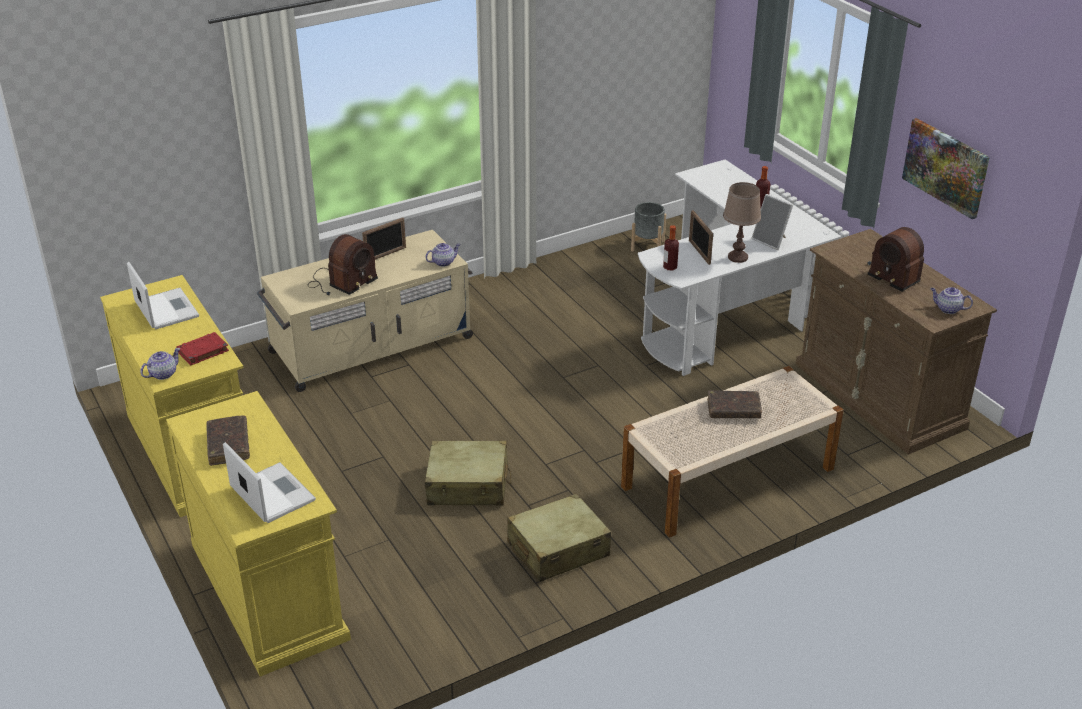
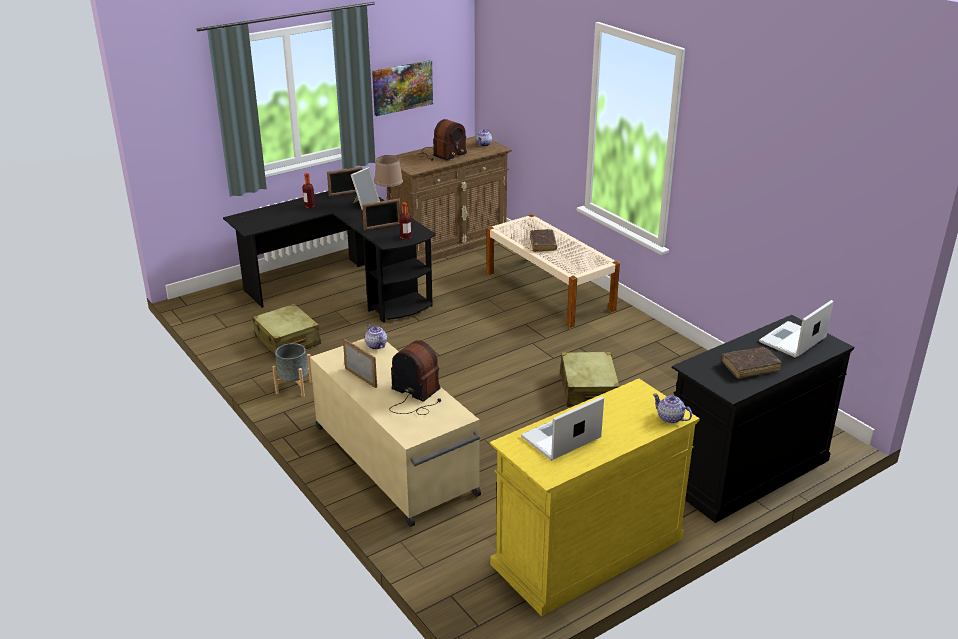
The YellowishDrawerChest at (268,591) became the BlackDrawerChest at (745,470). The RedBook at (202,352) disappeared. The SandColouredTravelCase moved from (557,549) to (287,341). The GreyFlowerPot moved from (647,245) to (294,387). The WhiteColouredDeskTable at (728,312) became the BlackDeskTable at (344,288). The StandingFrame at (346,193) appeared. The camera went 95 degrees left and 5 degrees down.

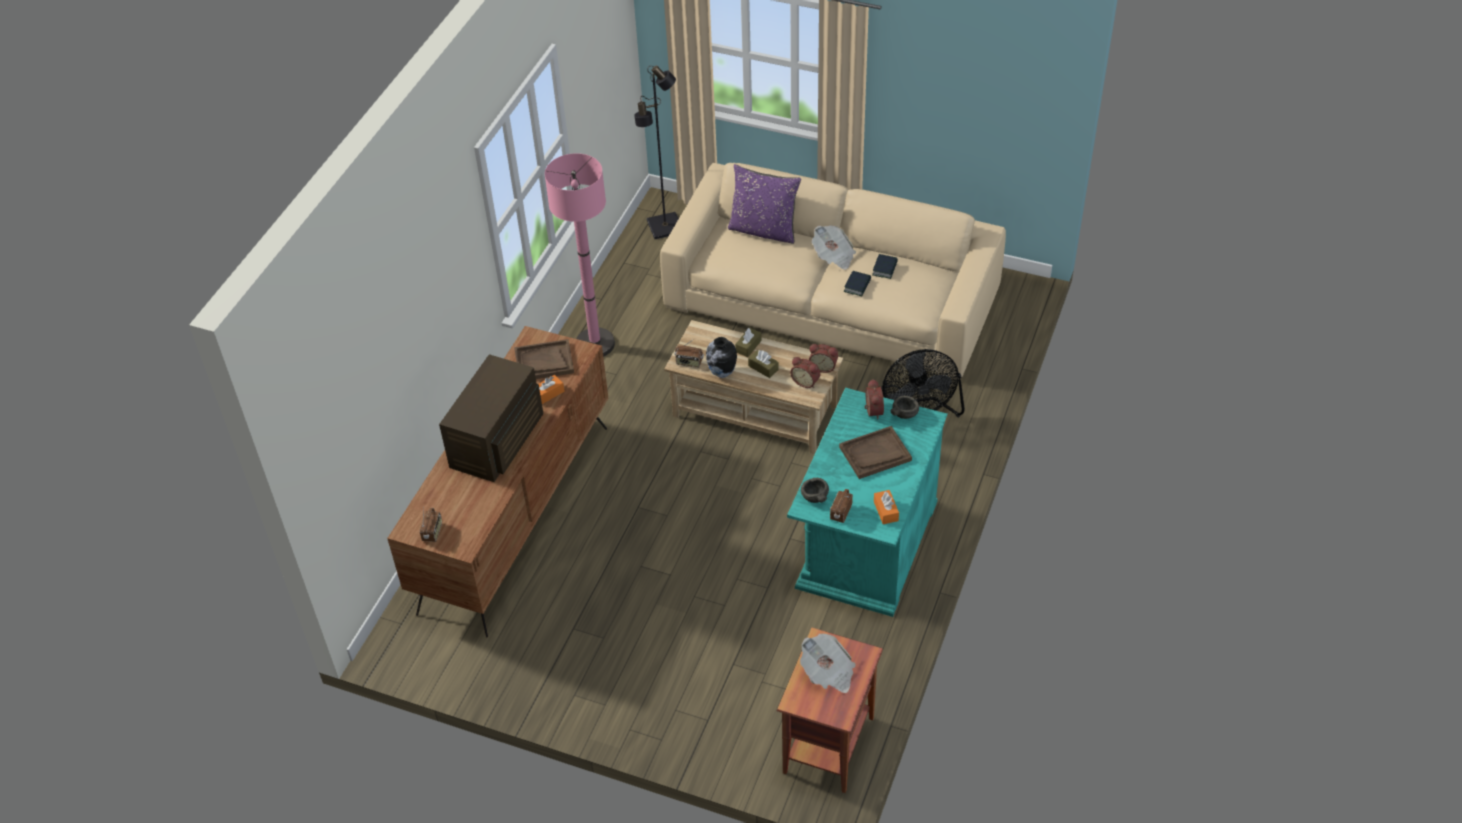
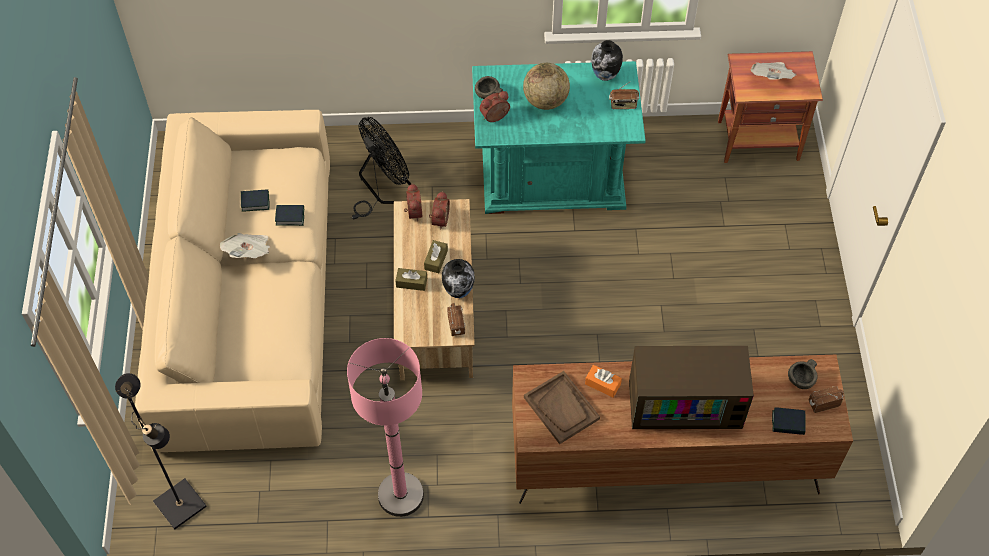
The PurpleCushion at (764,230) disappeared. The GreyBowl moved from (814,497) to (801,380). The BrownCarryingTray at (875,454) was replaced by the WorldGlobe at (545,101). The OrangeBoxOfTissues at (886,511) was replaced by the FlowerVase at (605,76). The Book at (788,423) appeared. The camera went 115 degrees left and 10 degrees up.

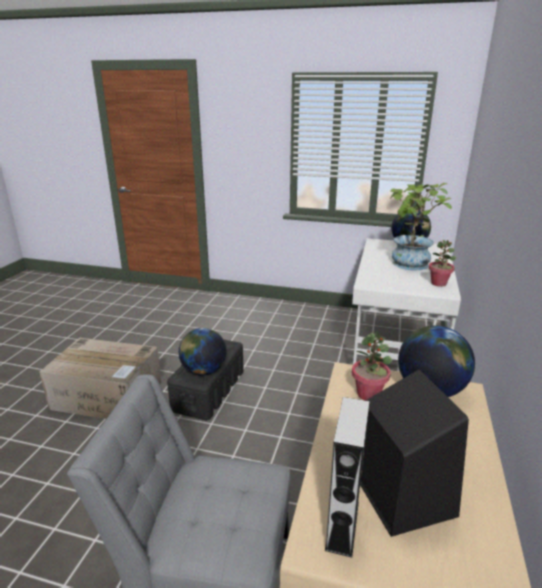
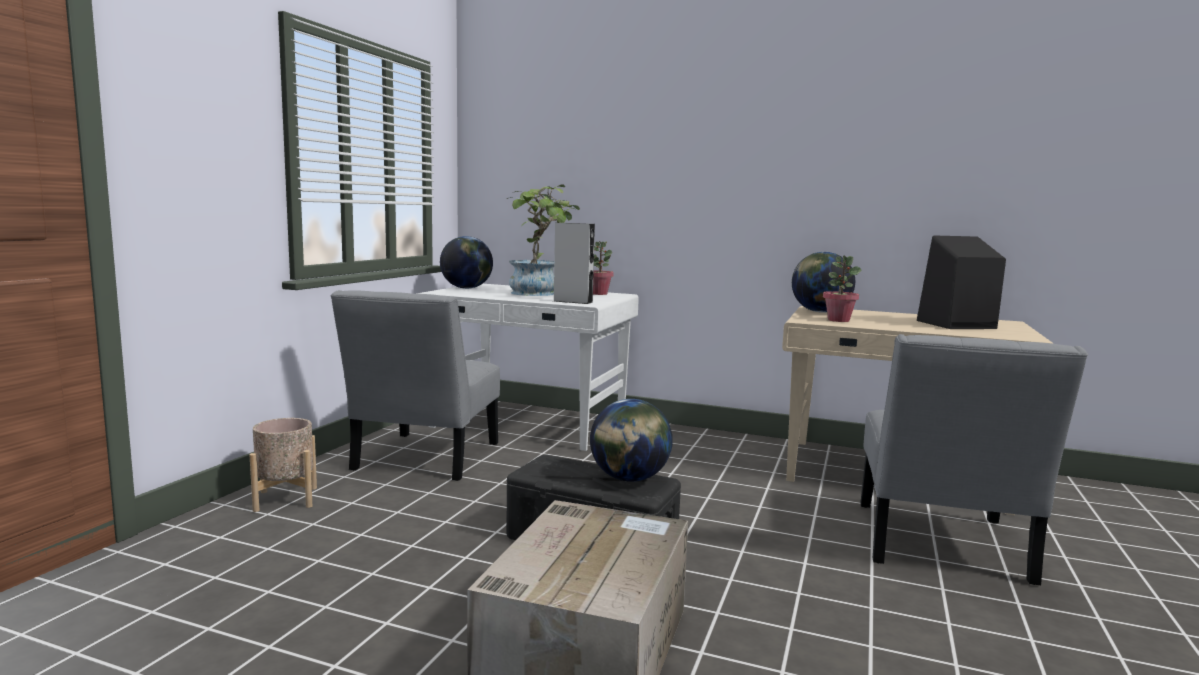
The GreyLoudspeaker moved from (342,525) to (573,301). The SandColouredFlowerPot at (286,499) appeared. The GreyUprightChair at (423,459) appeared. The camera went 85 degrees left and 15 degrees down.

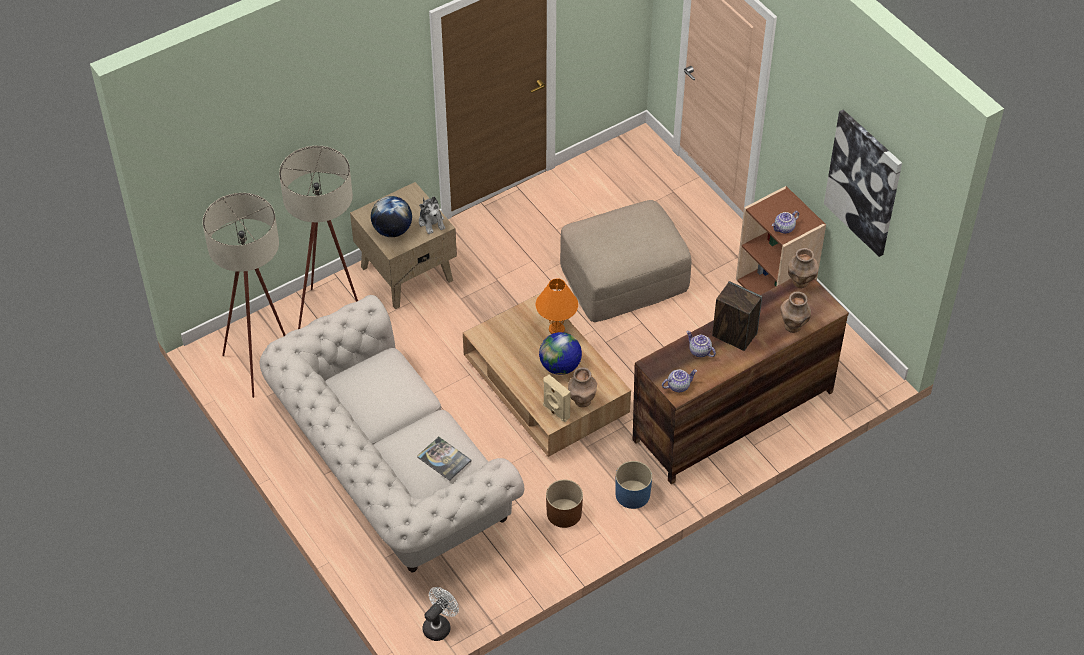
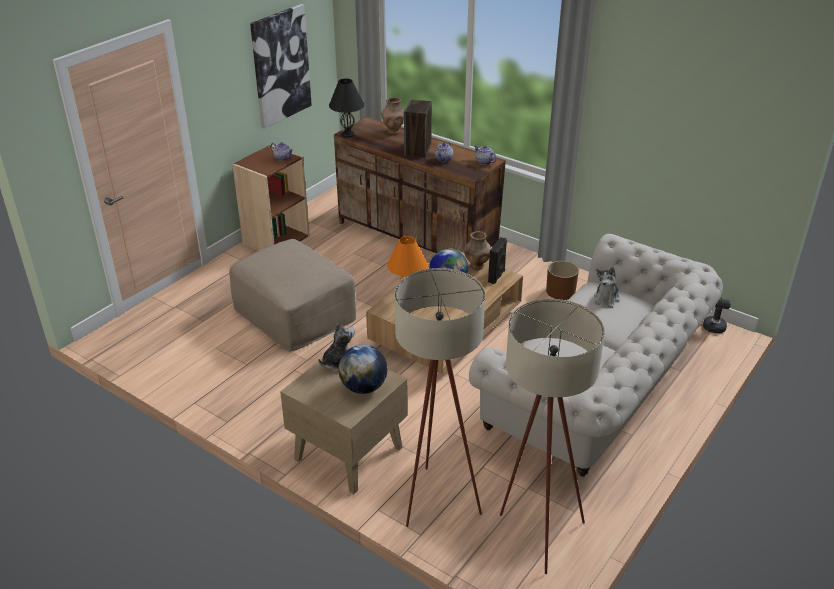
The Book at (444,459) was replaced by the CuddlyToy at (606,298). The SandColouredLoudspeaker at (555,412) became the BlackLoudspeaker at (497,276). The BlueFlowerPot at (633,494) disappeared. The BrownFlowerVase at (800,282) was replaced by the BlackTableLamp at (347,134). The camera went 110 degrees left and 15 degrees down.

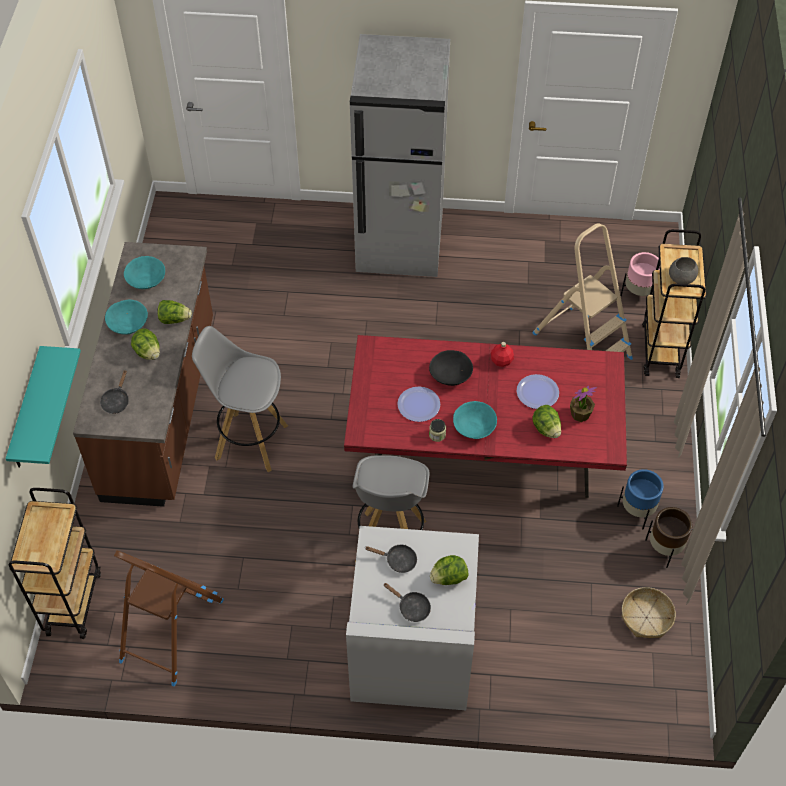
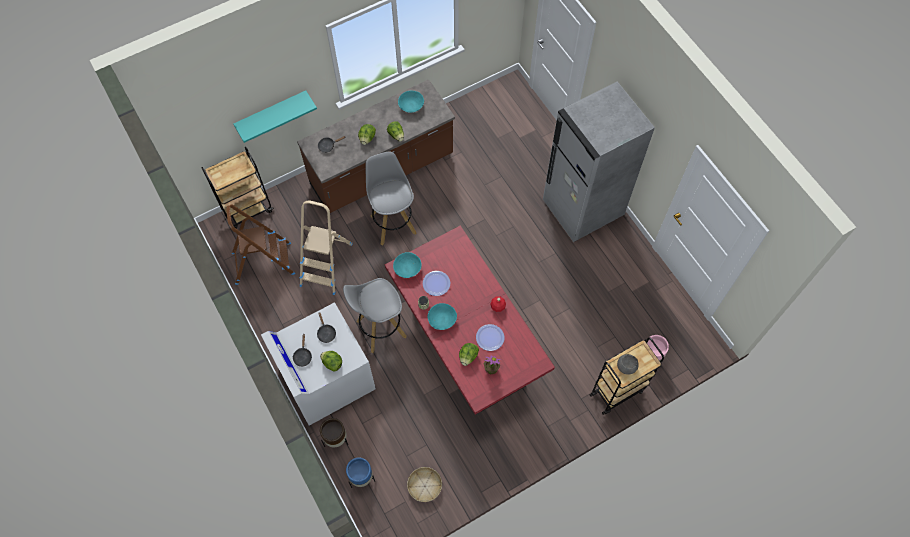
The TurquoiseColouredBowl moved from (128,324) to (407,268). The BlackBowl at (450,375) disappeared. The SandColouredStepladder moved from (582,346) to (326,265). The BlueFlowerPot moved from (637,511) to (361,477). The BrownFlowerPot moved from (664,549) to (335,439). The camera went 55 degrees right and 10 degrees up.

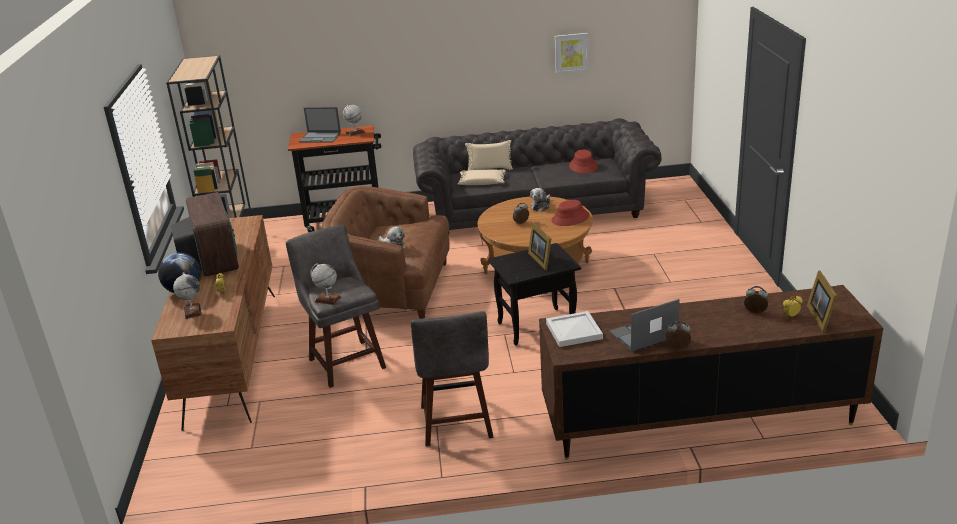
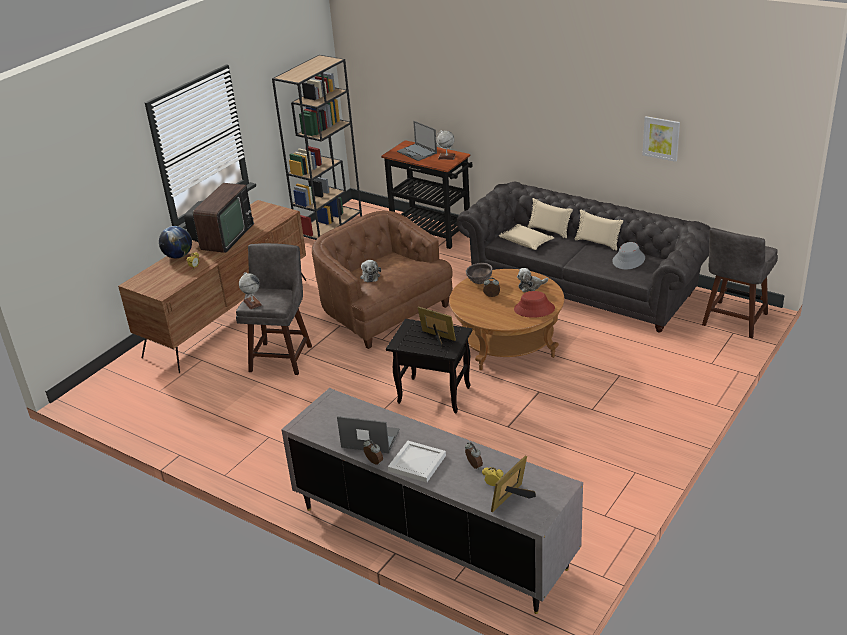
The WorldGlobe at (192,311) disappeared. The GreyStoolSeat moved from (456,424) to (733,320). The StandingFrame at (541,260) turned 105 degrees clockwise. The BrownStorageCabinet at (699,420) became the GreyStorageCabinet at (432,538). The WhiteColouredCarryingTray moved from (573,331) to (416,463). The RedWearableHat at (583,166) became the GreyWearableHat at (628,260). The BrownBowl at (479,282) appeared. The SandColouredCushion at (597,243) appeared. The camera went 40 degrees right and 5 degrees up.

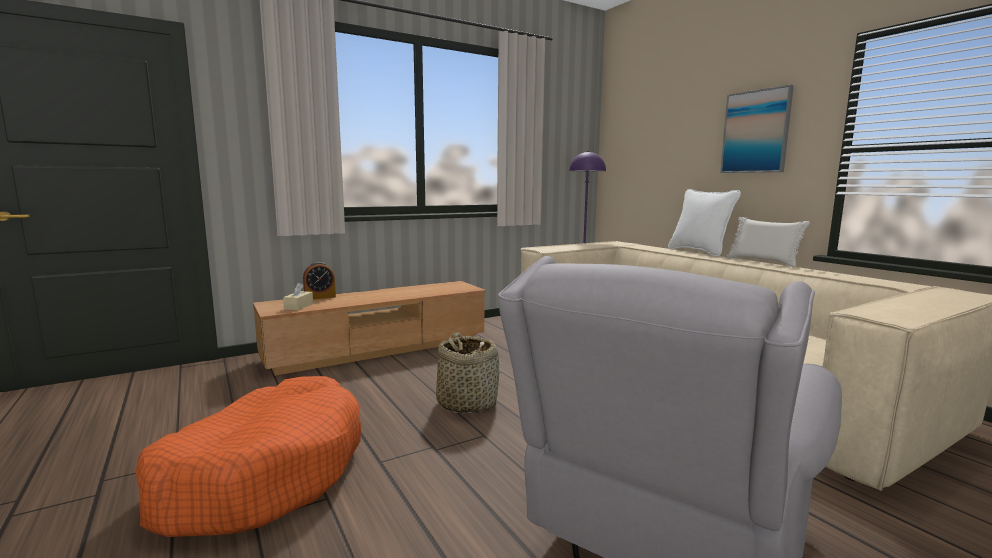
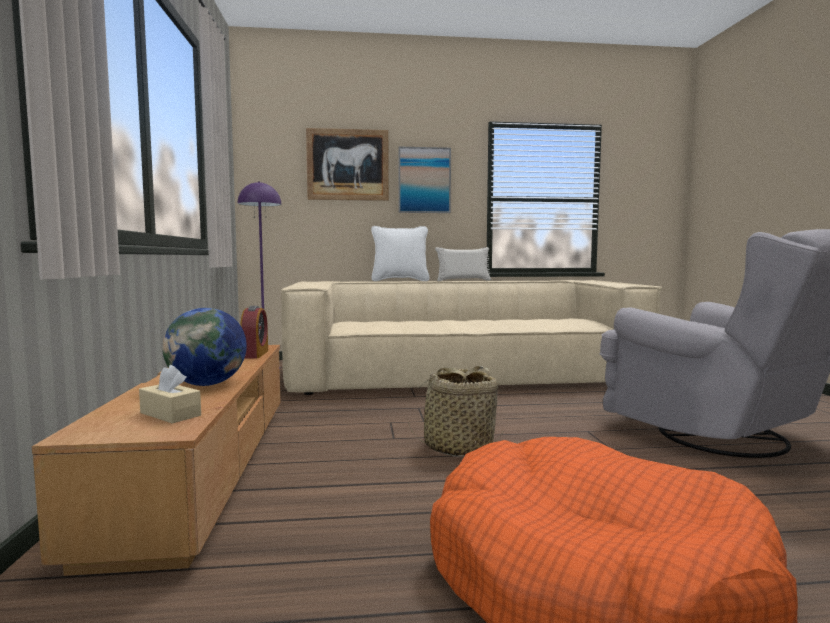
The AlarmClock moved from (320,297) to (255,354). The WorldGlobe at (207,384) appeared. The WallPicture at (347,165) appeared. The camera went 65 degrees left and 5 degrees down.

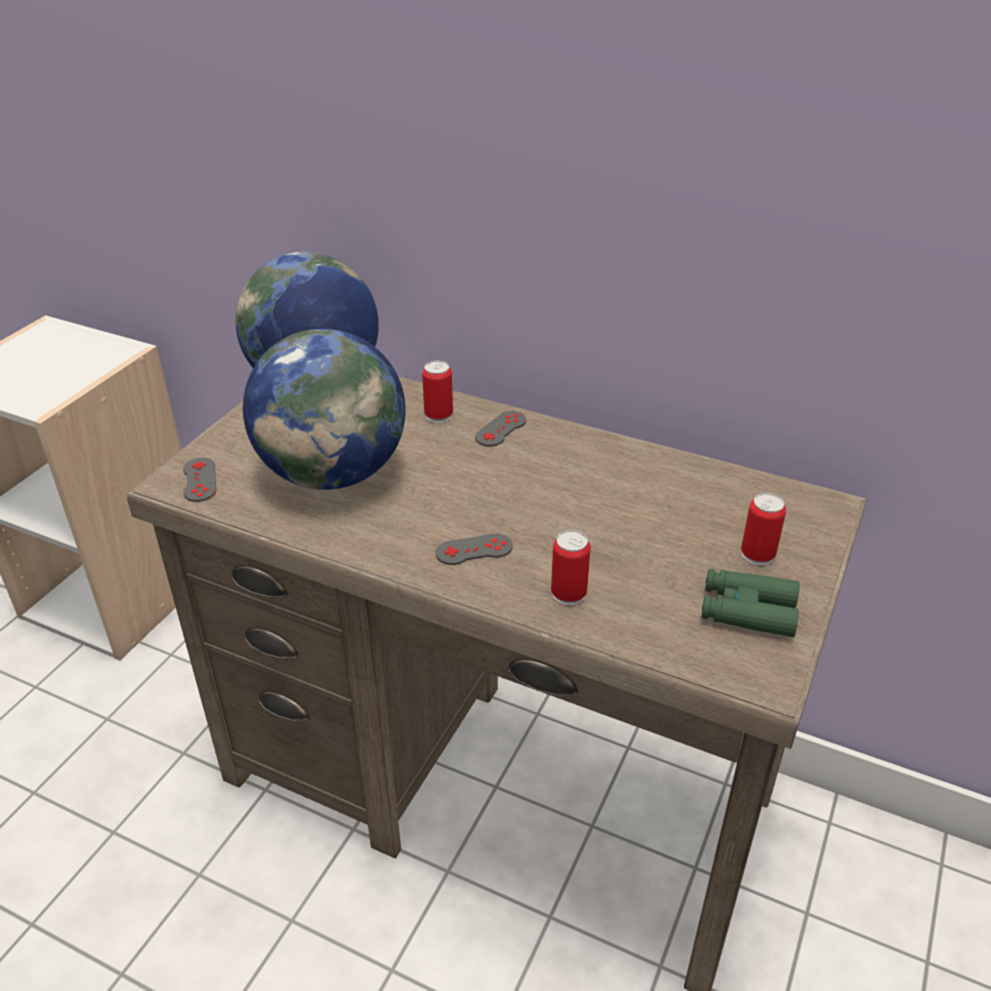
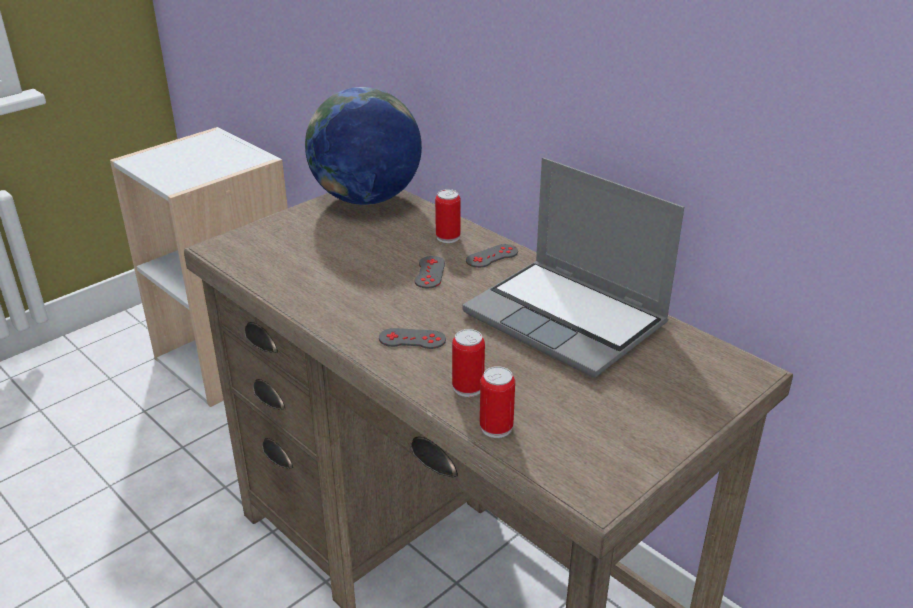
The GreyGamepad moved from (199,480) to (429,272). The WorldGlobe at (333,473) disappeared. The GreenishFieldGlasses at (747,611) disappeared. The SealedCan moved from (757,554) to (496,427). The PortableComputer at (568,319) appeared. The camera went 20 degrees right and 5 degrees down.

